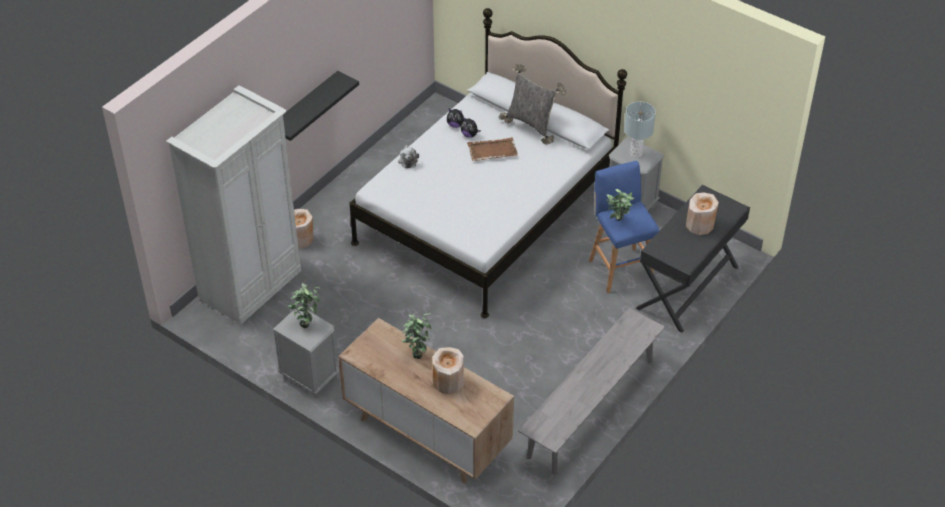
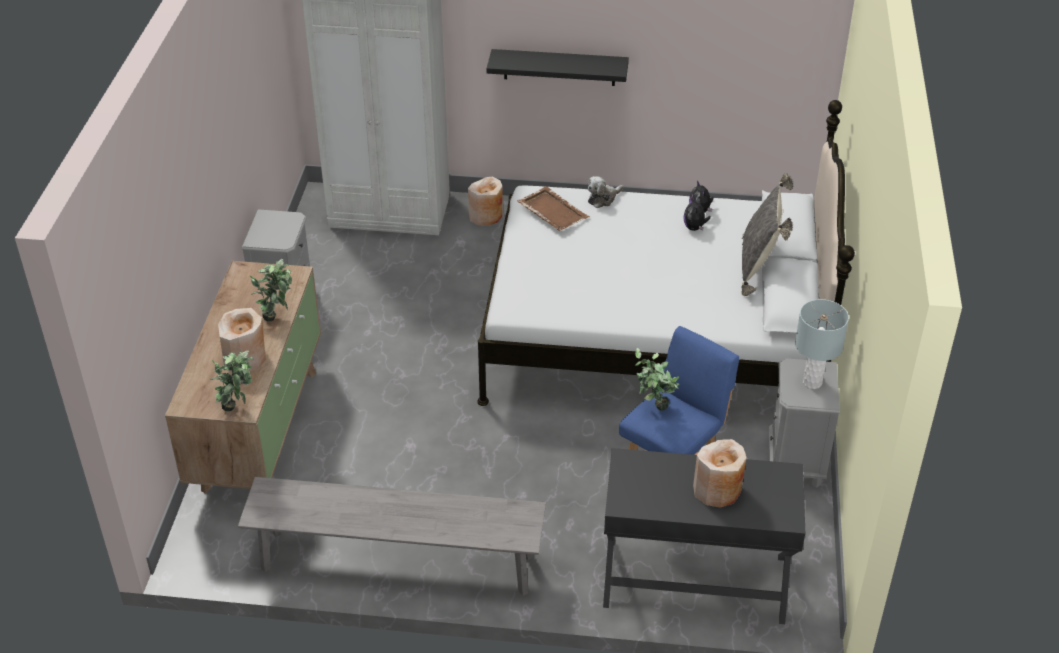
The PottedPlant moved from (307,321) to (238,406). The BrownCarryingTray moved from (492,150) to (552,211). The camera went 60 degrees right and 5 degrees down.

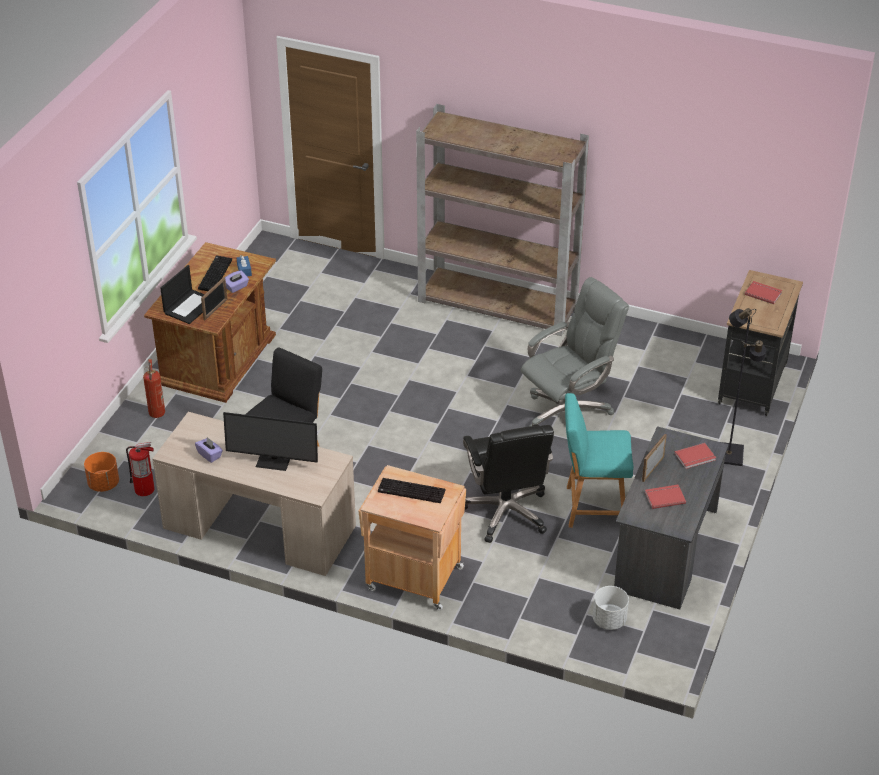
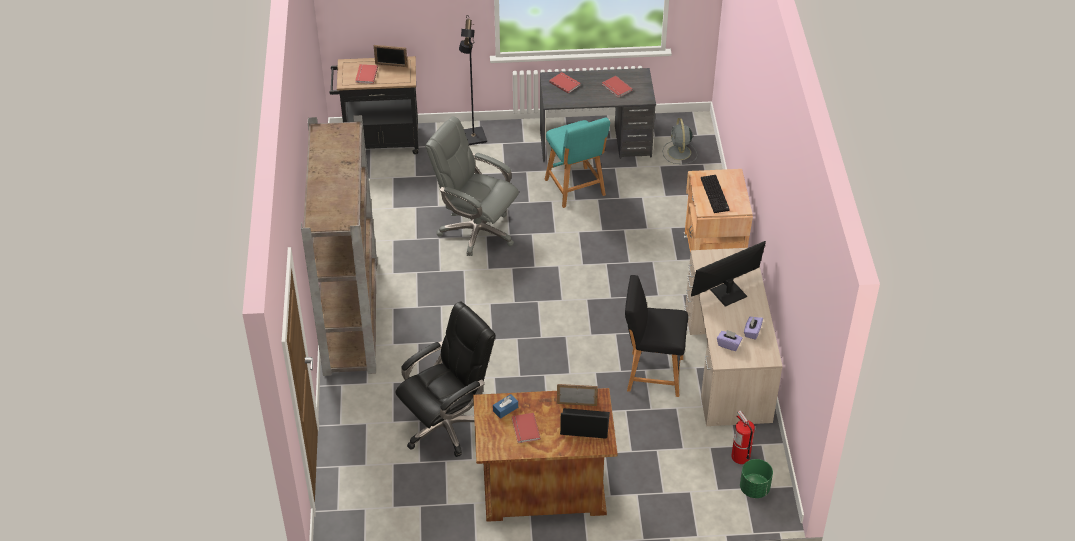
The OrangeFlowerPot at (104,484) became the GreenishFlowerPot at (754,488). The FireFightingCylinder at (157,415) disappeared. The Keyboard at (214,274) was replaced by the RedBook at (524,429). The ComputerDisplay at (274,459) turned 105 degrees counterclockwise. The PurpleBoxOfTissues moved from (236,287) to (728,344). The BlackDeskChair moved from (506,511) to (447,425). The WhiteColouredFlowerPot at (609,620) was replaced by the GreyCoolingFan at (679,153). The StandingFrame moved from (652,469) to (391,65). The camera went 115 degrees left and 5 degrees up.

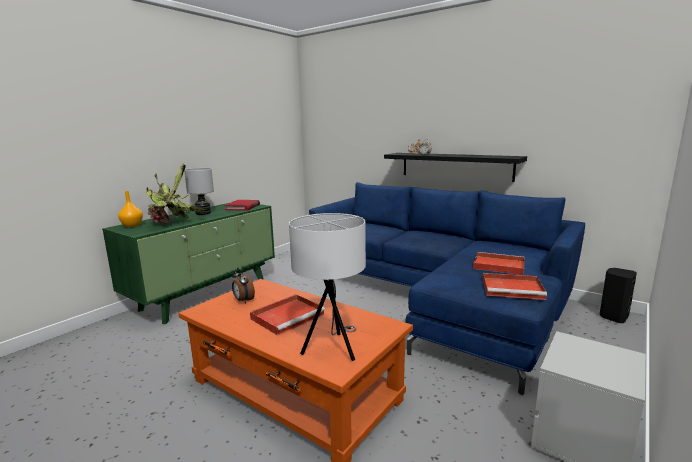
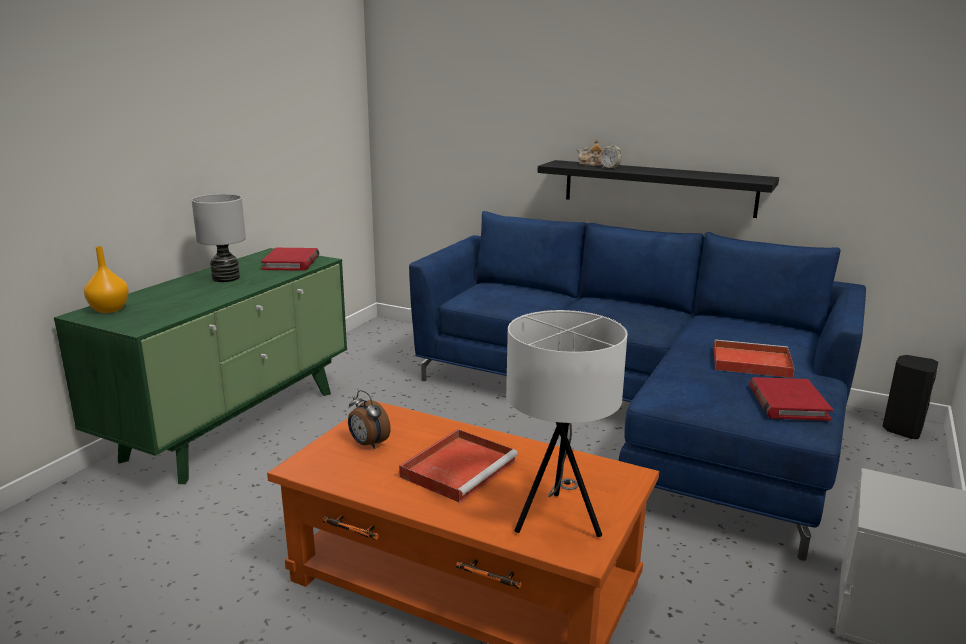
The PottedPlant at (173,223) disappeared. The RedCarryingTray at (513,288) was replaced by the RedBook at (787,403). The camera went 10 degrees left and 5 degrees up.

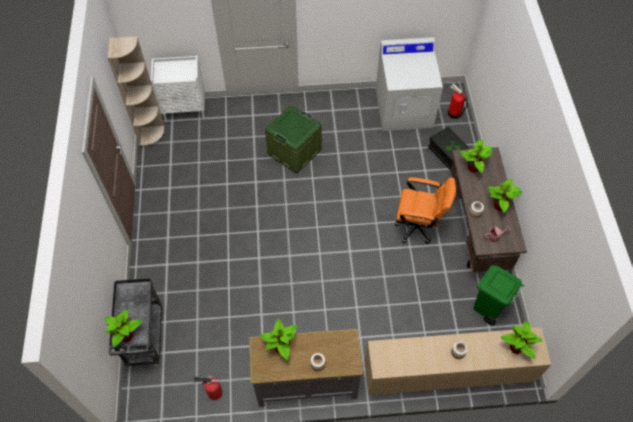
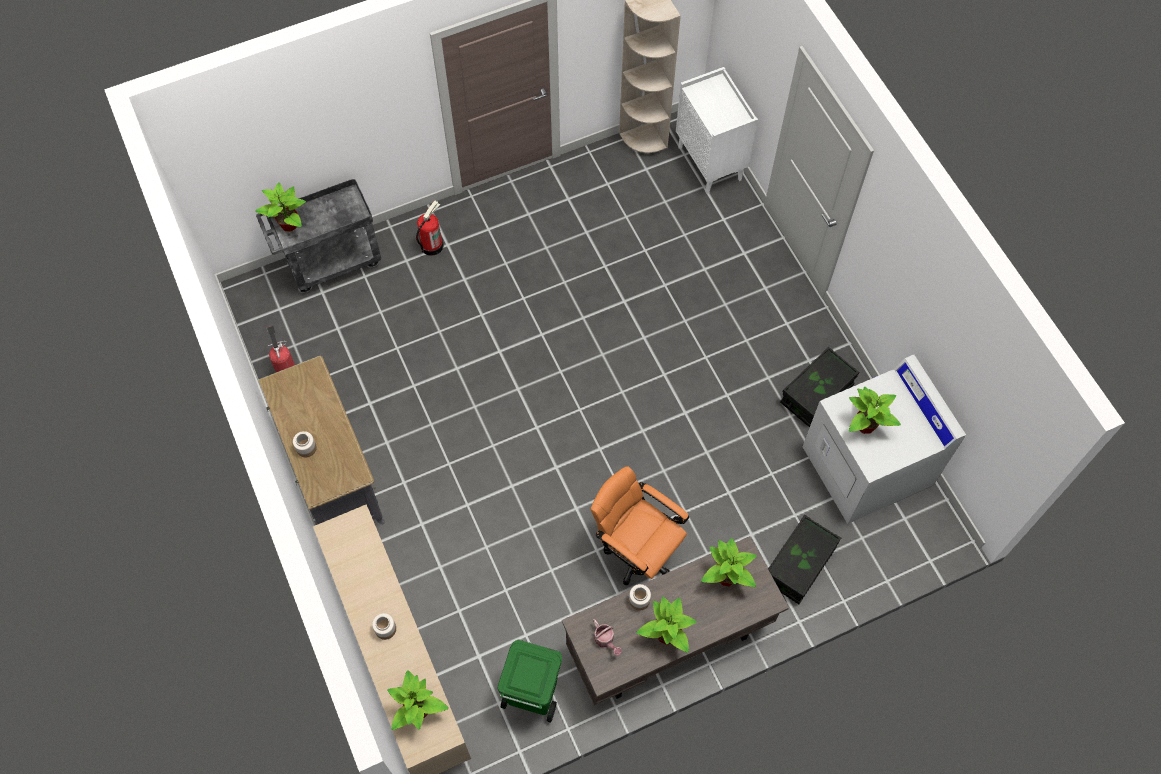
The PottedPlant moved from (281,347) to (865,425). The GreenishStorageBin at (294,151) disappeared. The OrangeDeskChair at (418,228) turned 135 degrees clockwise. The FireFightingCylinder moved from (454,113) to (431,245). The BlackStorageBin at (816,394) appeared. The camera went 70 degrees right and 5 degrees up.

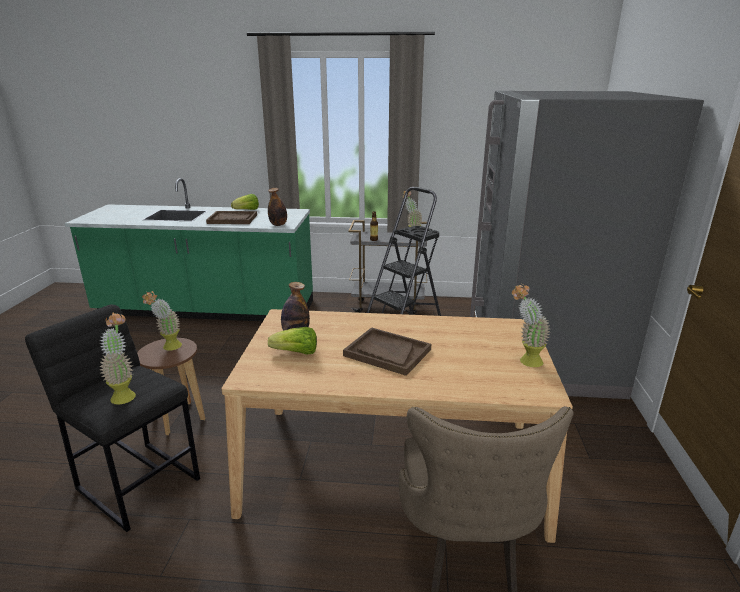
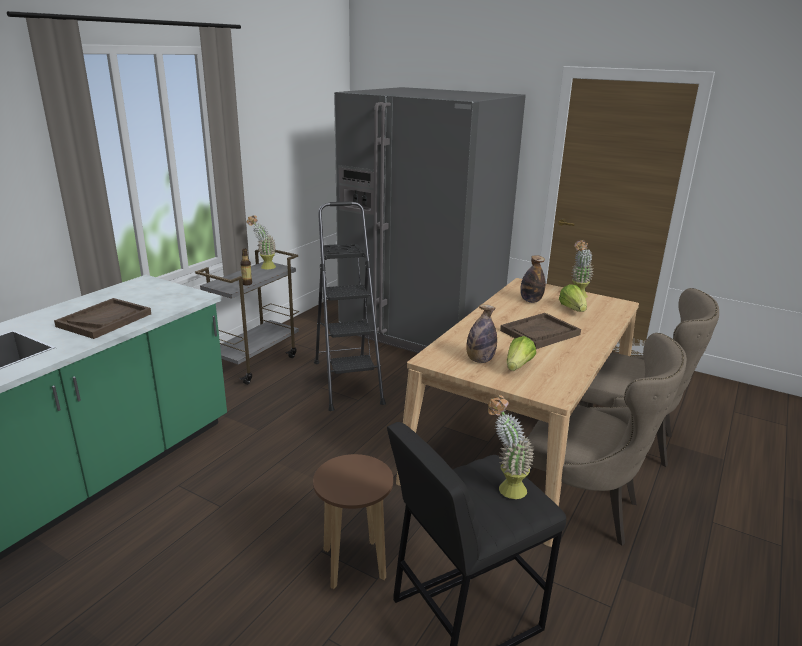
The PottedPlant at (168,348) disappeared. The LettuceHead moved from (247,210) to (572,309). The Bottle moved from (278,225) to (531,300). The SandColouredUprightChair at (583,507) appeared. The camera went 65 degrees left and 0 degrees up.

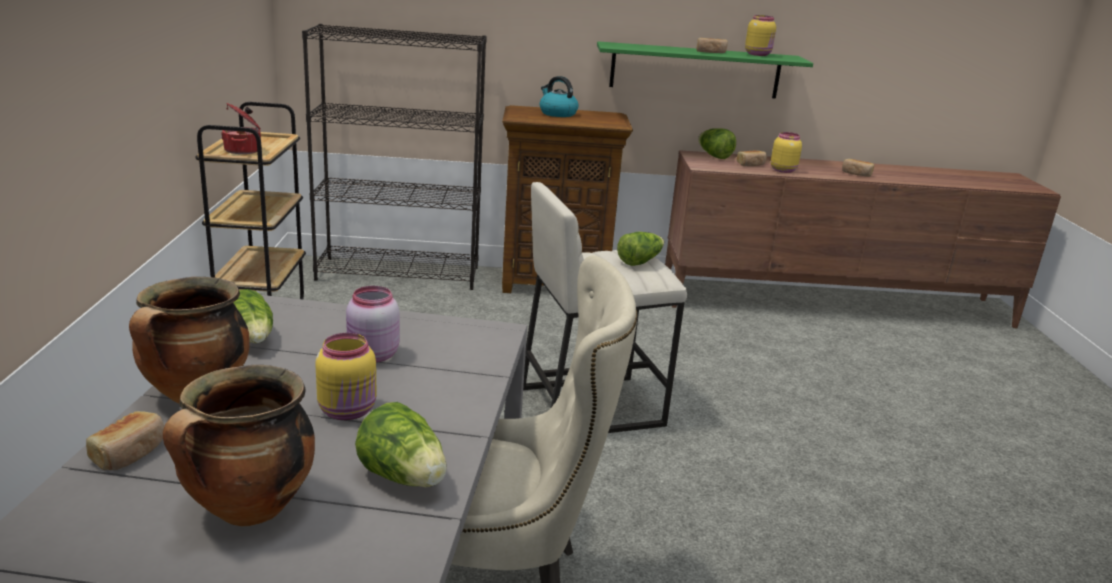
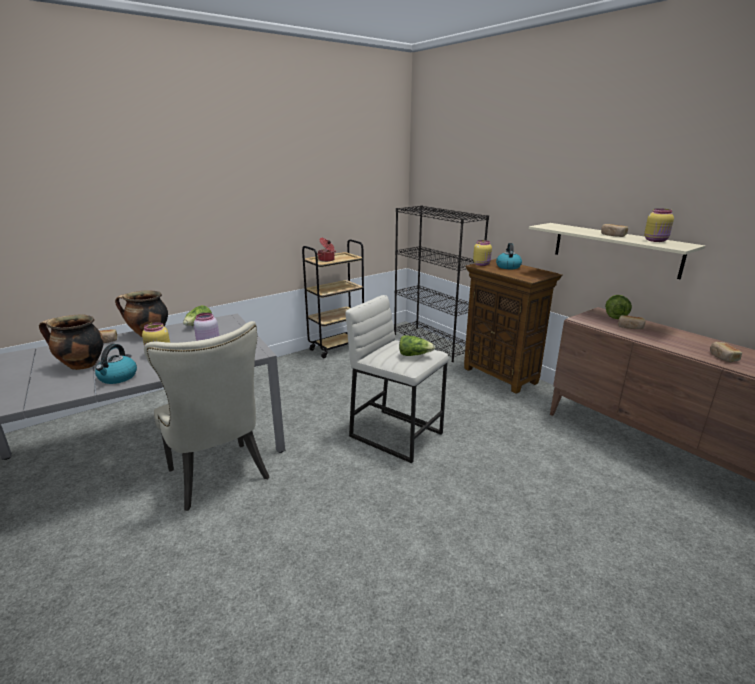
The LettuceHead at (404,477) was replaced by the TeaKettle at (117,377). The GreenishBracketShelf at (695,70) became the SandColouredBracketShelf at (615,249). The YellowishJar moved from (783,170) to (482,264). The camera went 55 degrees right and 0 degrees up.

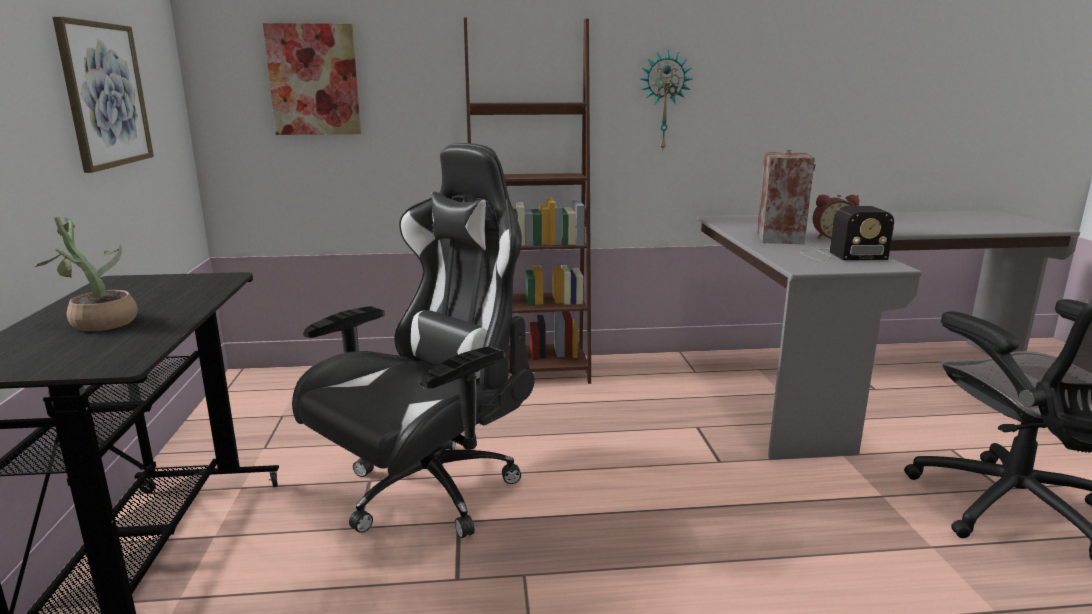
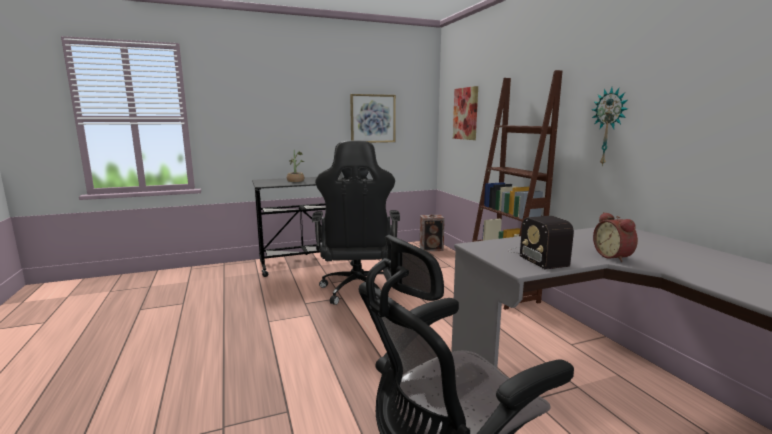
The BlackDeskChair at (422,496) turned 60 degrees clockwise. The Loudspeaker moved from (780,237) to (432,248). The camera went 75 degrees right and 5 degrees down.

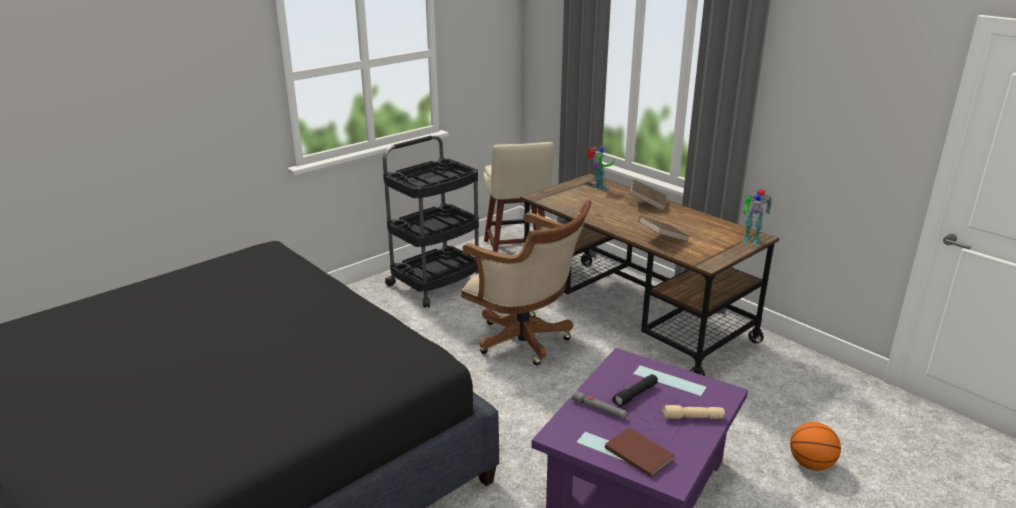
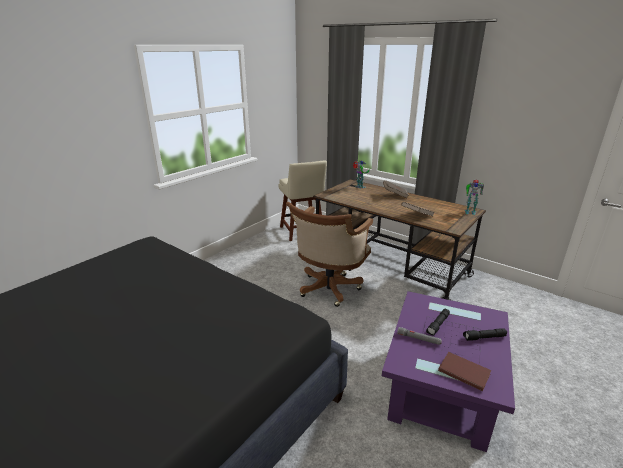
The BlackTrolley at (436,285) disappeared. The DeskChair at (526,341) turned 90 degrees clockwise. The SandColouredHandTorch at (692,418) became the BlackHandTorch at (484,338). The BasketballBall at (811,464) disappeared. The camera went 10 degrees left and 0 degrees up.

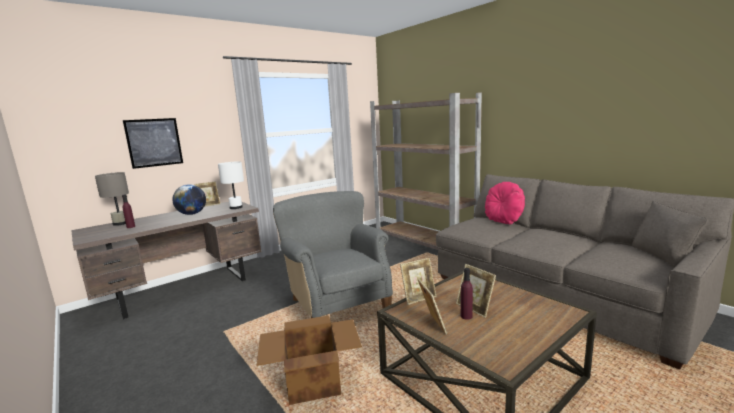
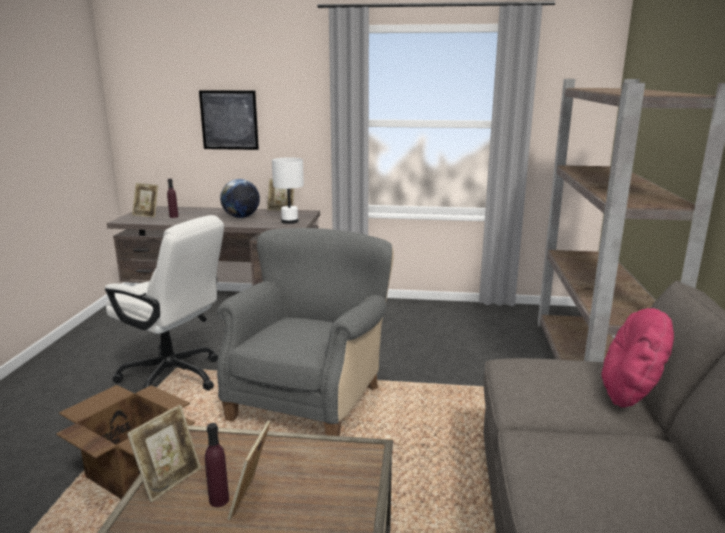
The GreyTableLamp at (121,223) disappeared. The StandingFrame moved from (419,298) to (147,215). The WhiteColouredDeskChair at (175,379) appeared. The camera went 45 degrees right and 5 degrees up.

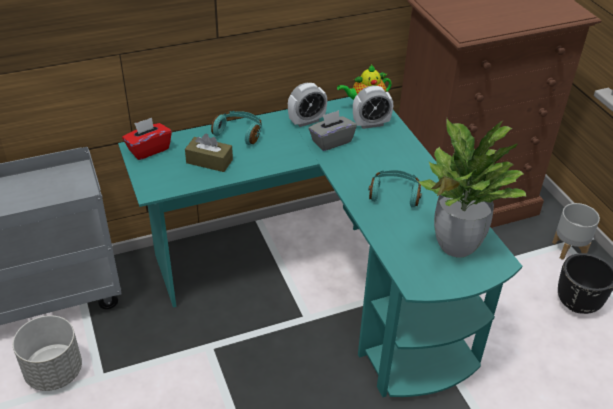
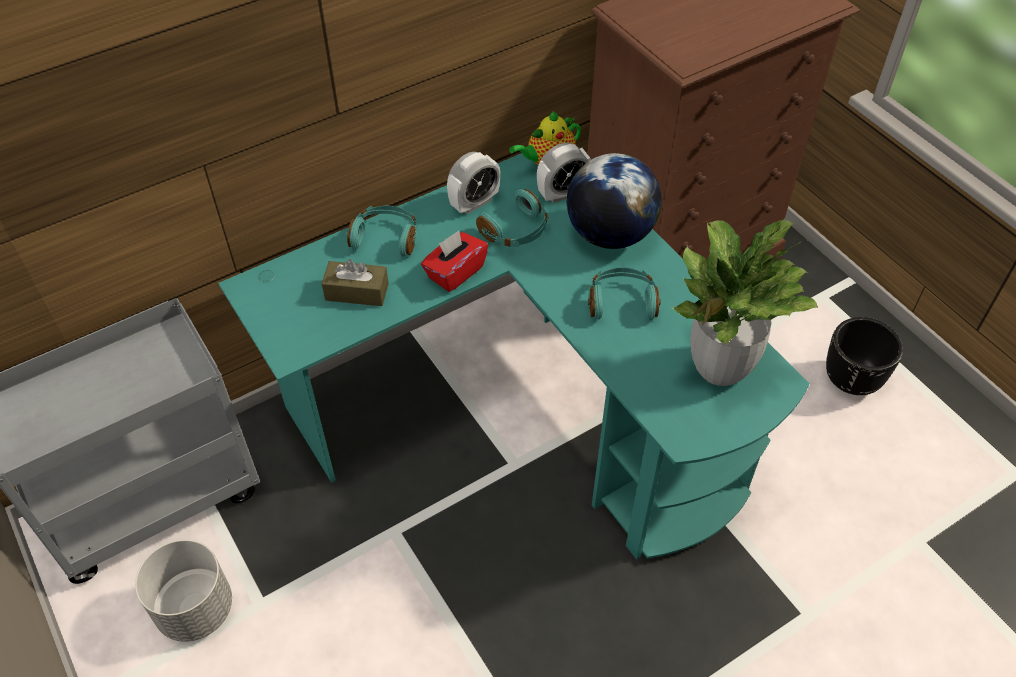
The RedBoxOfTissues moved from (148,149) to (455,272). The GreyBoxOfTissues at (331,141) was replaced by the TurquoiseColouredPairOfHeadphones at (516,231). The GreyFlowerPot at (569,250) disappeared. The WorldGlobe at (610,234) appeared. The camera went 10 degrees left and 10 degrees up.

